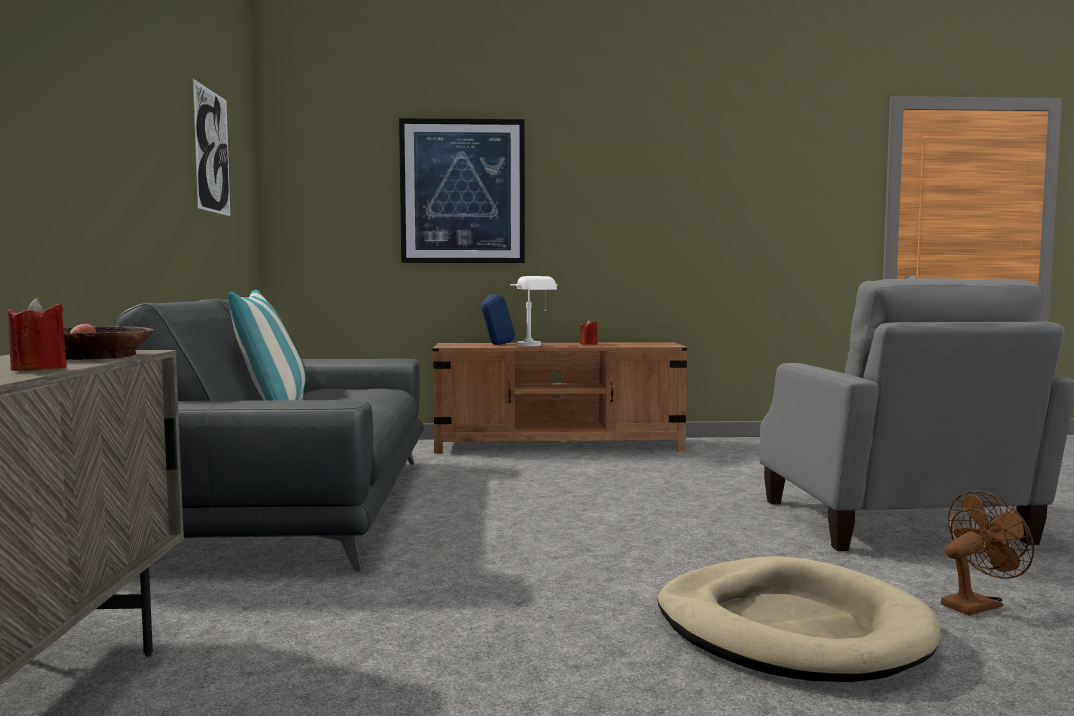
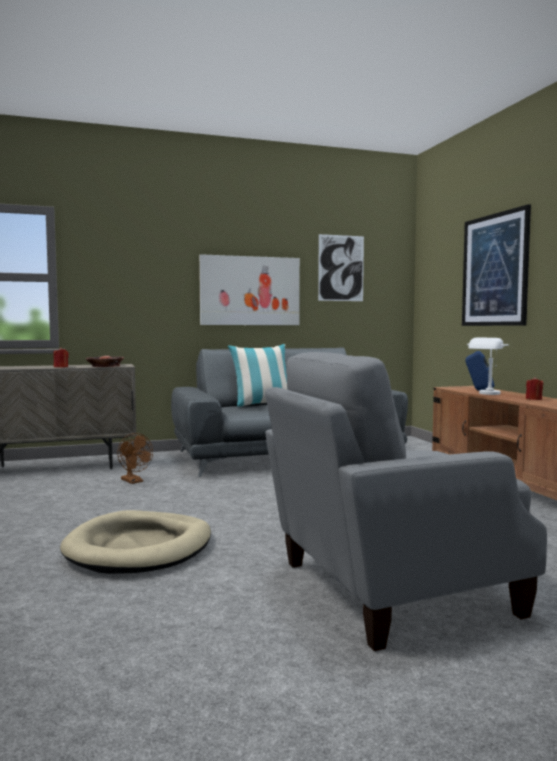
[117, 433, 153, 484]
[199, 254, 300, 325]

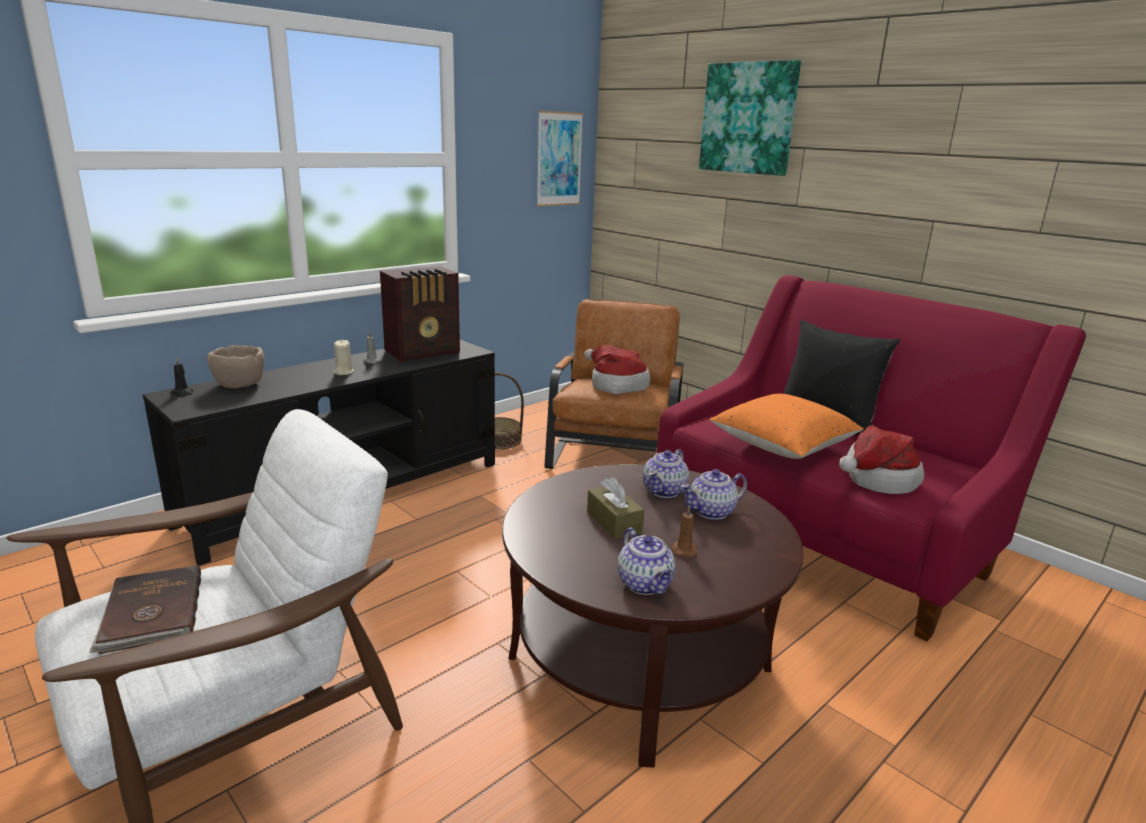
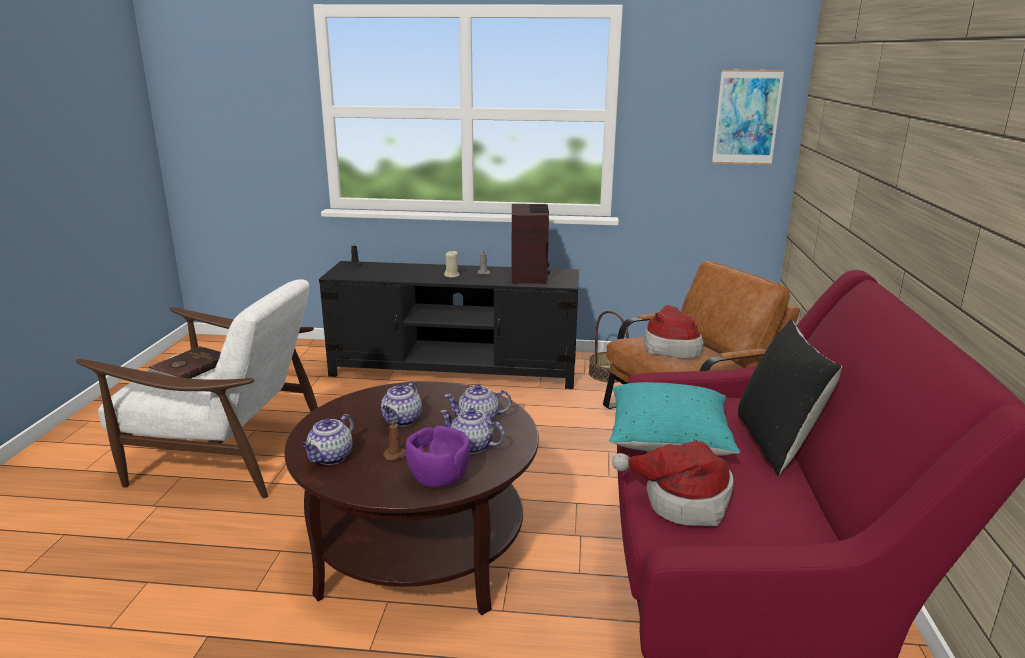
[207, 345, 264, 388] (first image)
[511, 204, 550, 285]
[381, 381, 422, 426]
[699, 60, 801, 176] (first image)
[609, 382, 740, 456]
[405, 426, 470, 487]

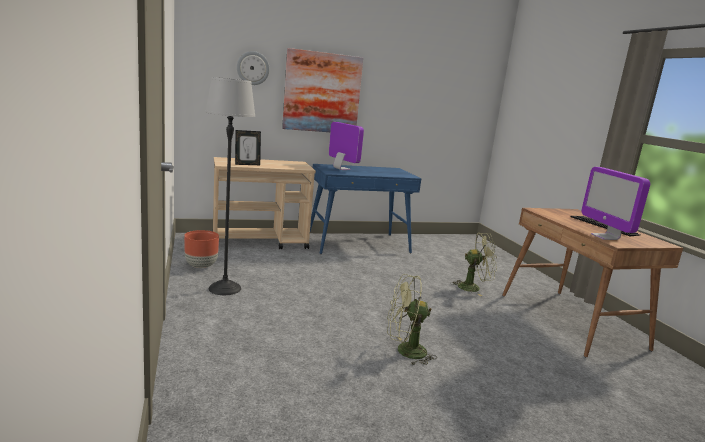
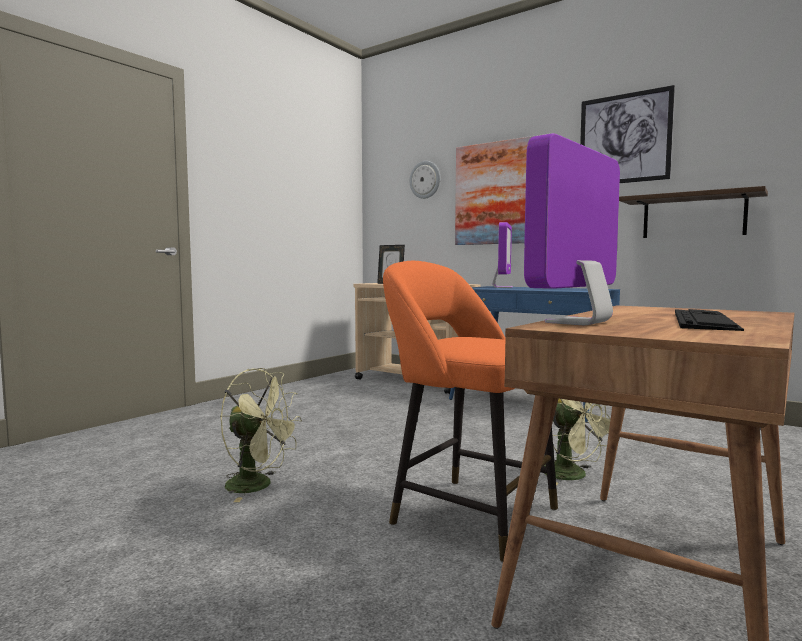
[184, 230, 219, 268] (first image)
[205, 77, 255, 295] (first image)
[220, 368, 302, 502]
[383, 261, 558, 562]
[580, 85, 675, 183]
[619, 186, 768, 238]

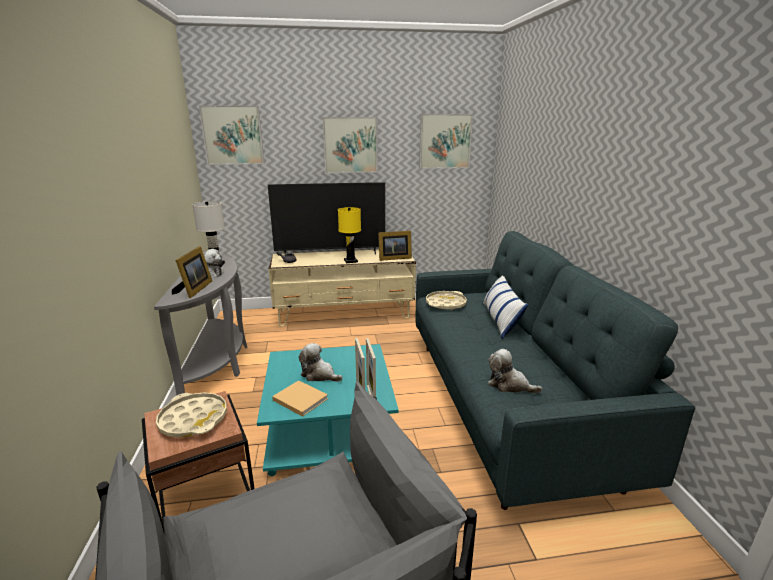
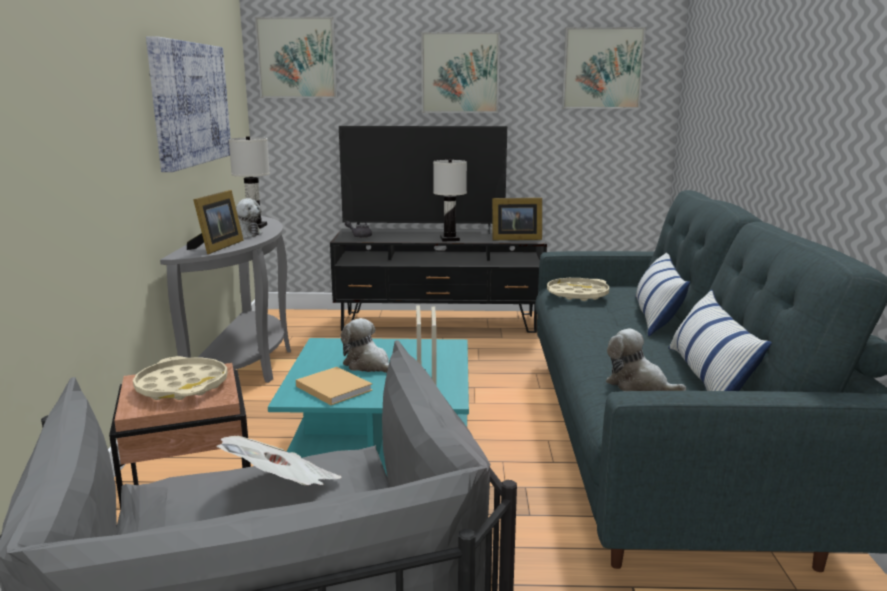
[330, 228, 547, 333]
[433, 159, 467, 241]
[146, 36, 231, 172]
[216, 436, 342, 486]
[668, 290, 772, 391]

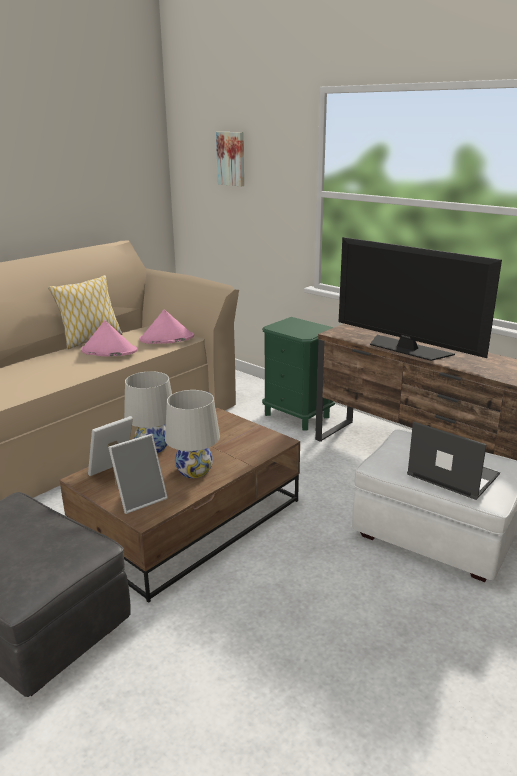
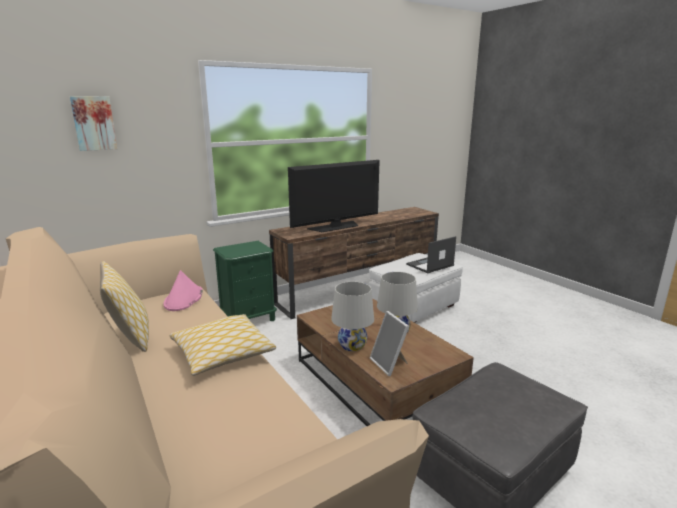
[81, 320, 137, 357] (first image)
[108, 434, 168, 514] (first image)
[170, 314, 276, 376]

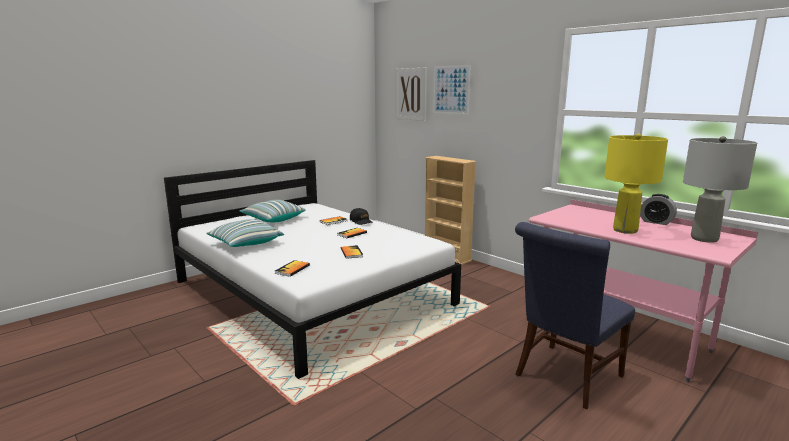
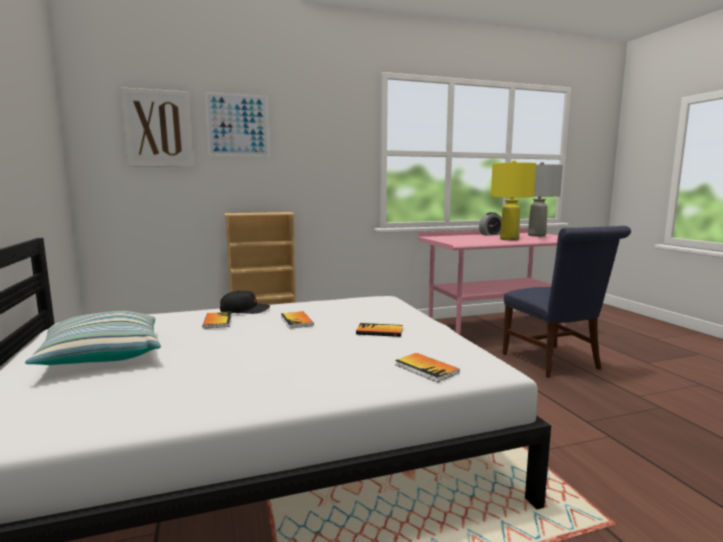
[206, 219, 284, 247] (first image)

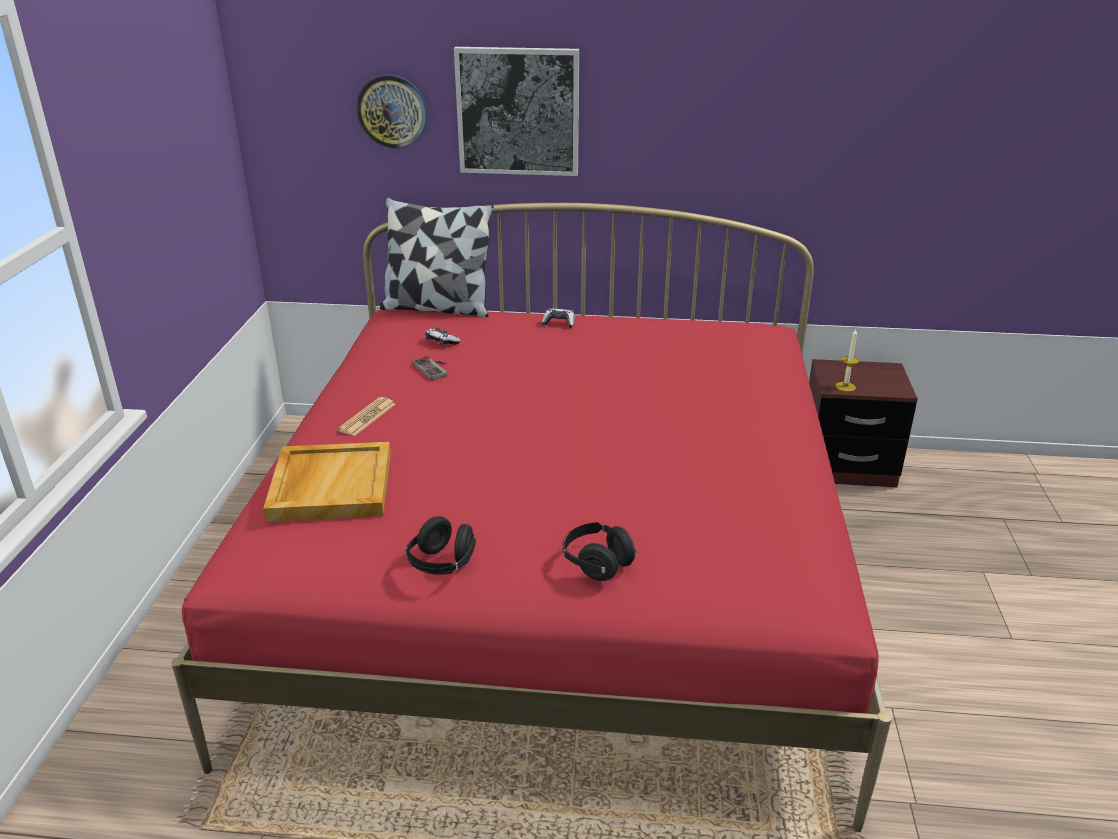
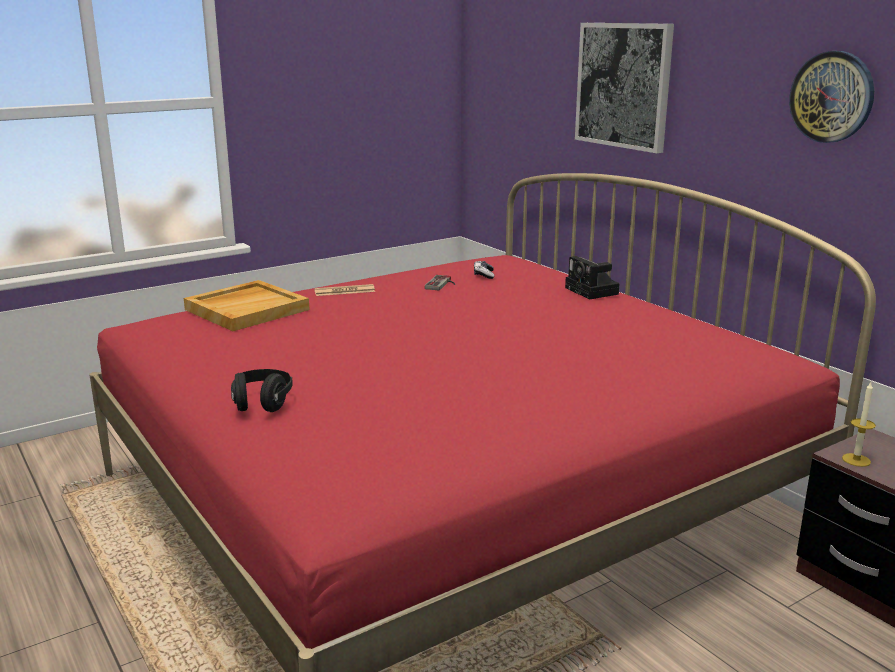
[789, 51, 874, 143]
[380, 197, 494, 317] (first image)
[405, 516, 476, 575] (first image)
[565, 256, 619, 299]

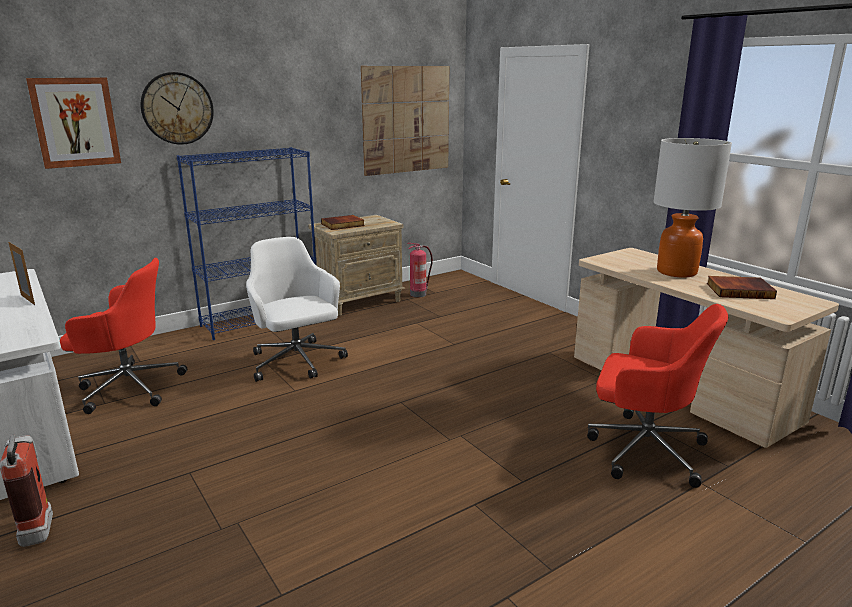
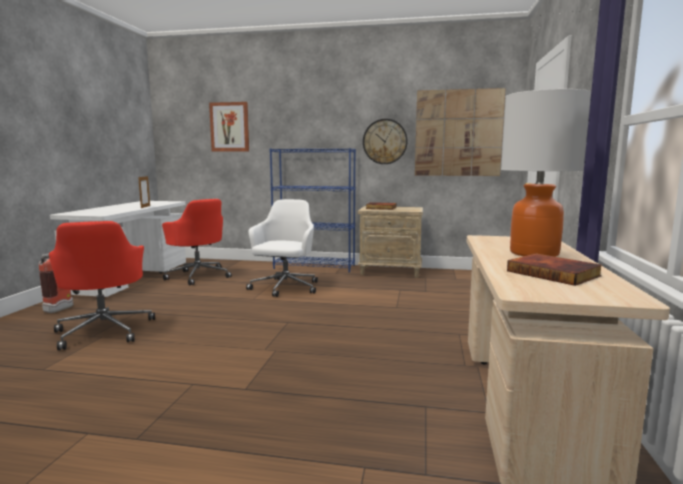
[363, 119, 407, 164]
[408, 243, 433, 297] (first image)
[49, 221, 155, 350]

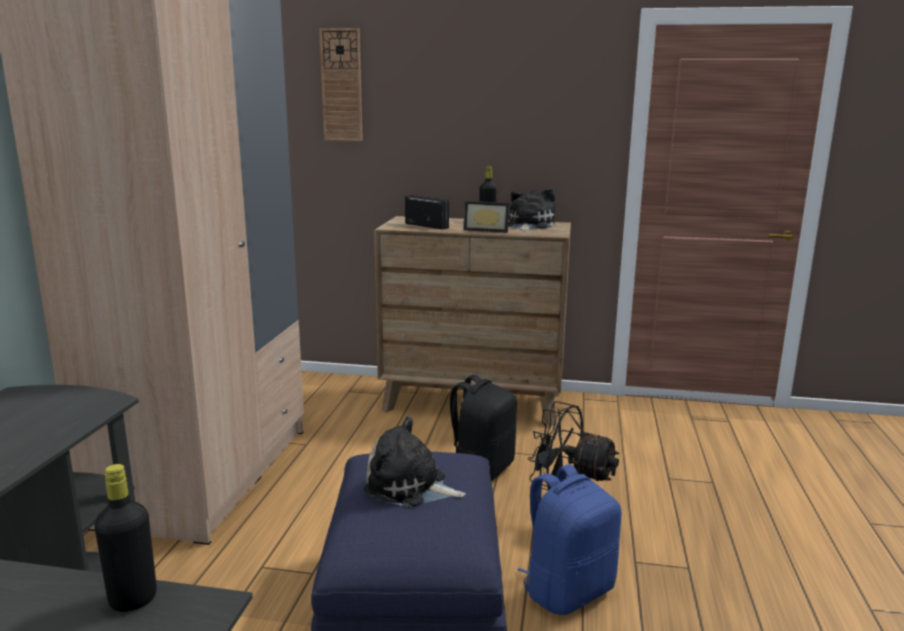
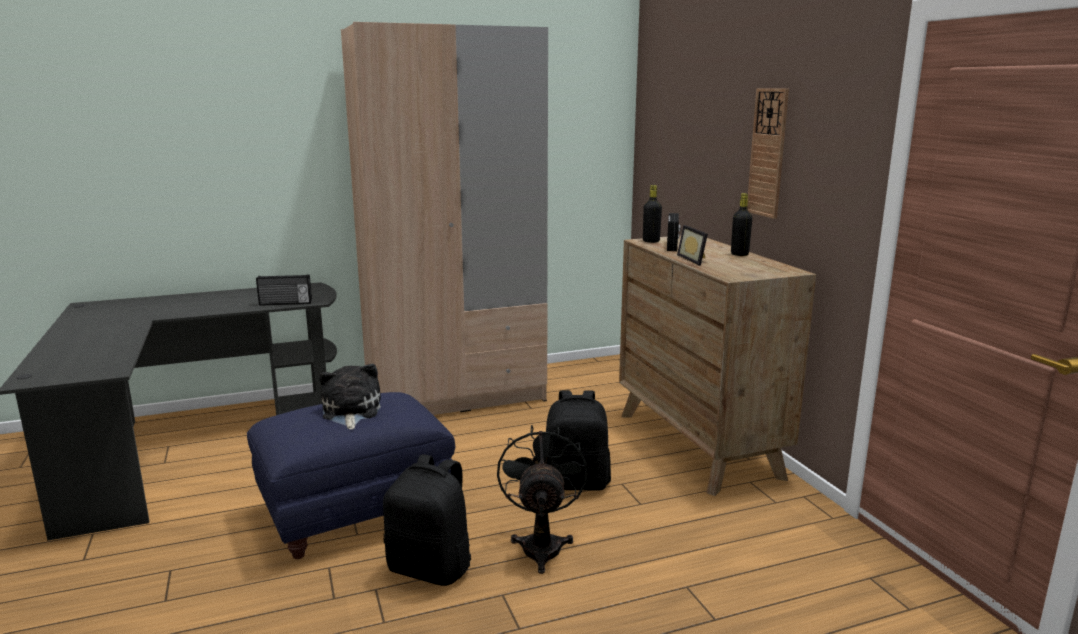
[643, 185, 662, 243]
[747, 88, 789, 219]
[508, 188, 555, 231] (first image)
[383, 454, 471, 586]
[256, 274, 312, 306]

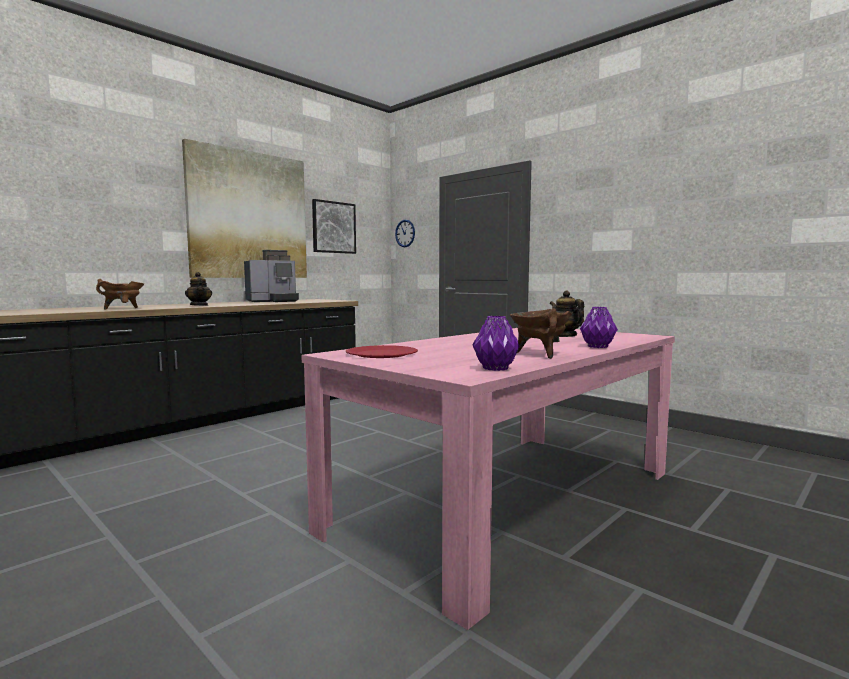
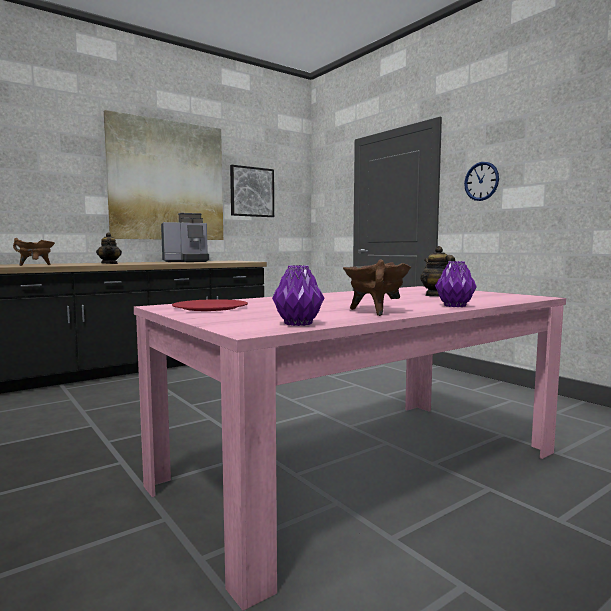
[464, 162, 499, 201]

